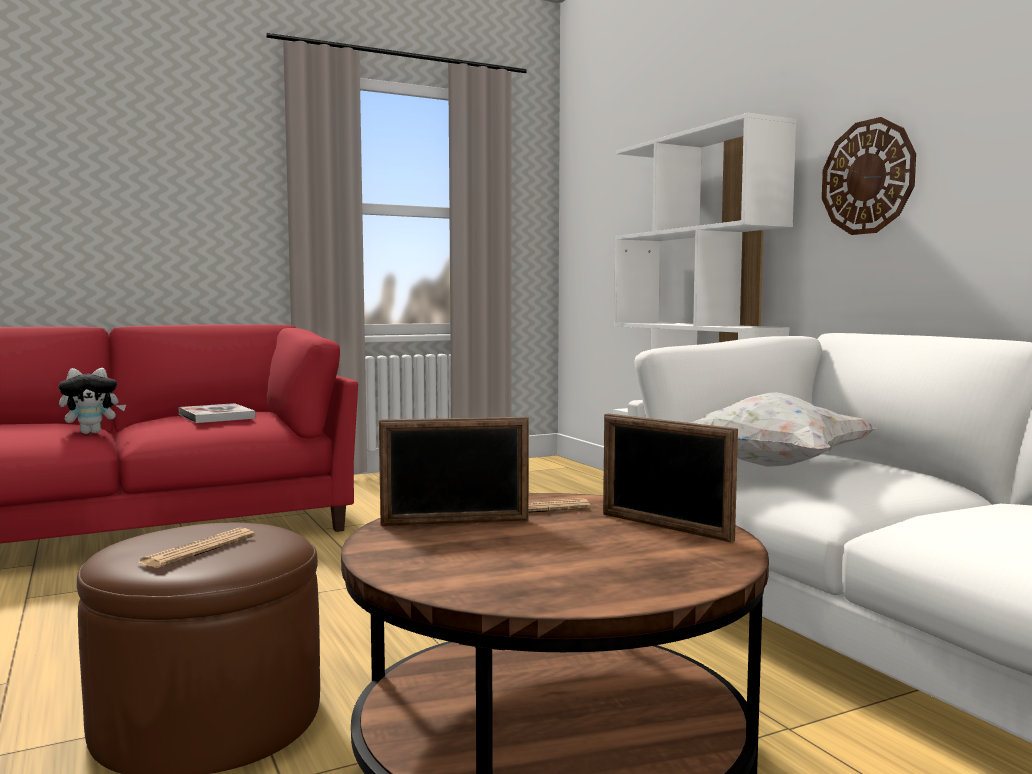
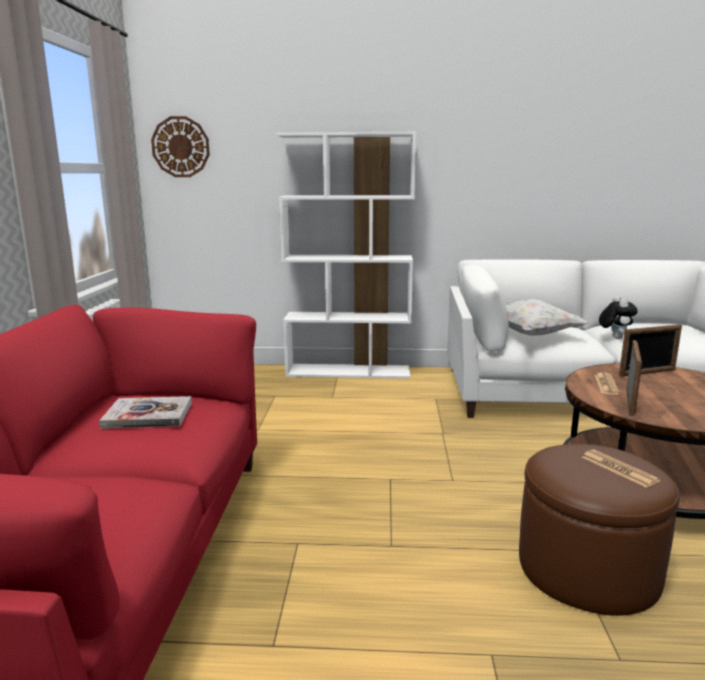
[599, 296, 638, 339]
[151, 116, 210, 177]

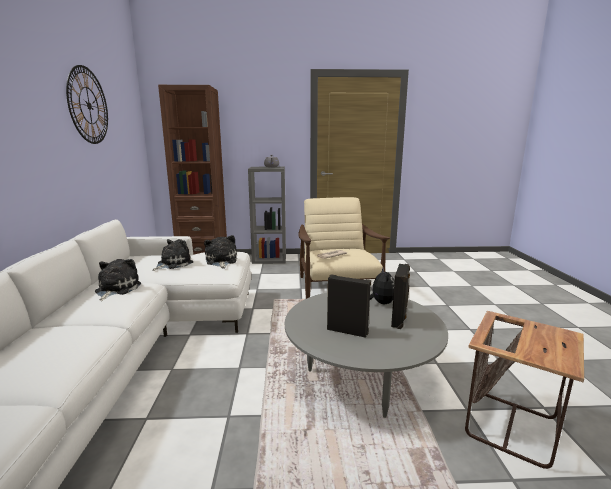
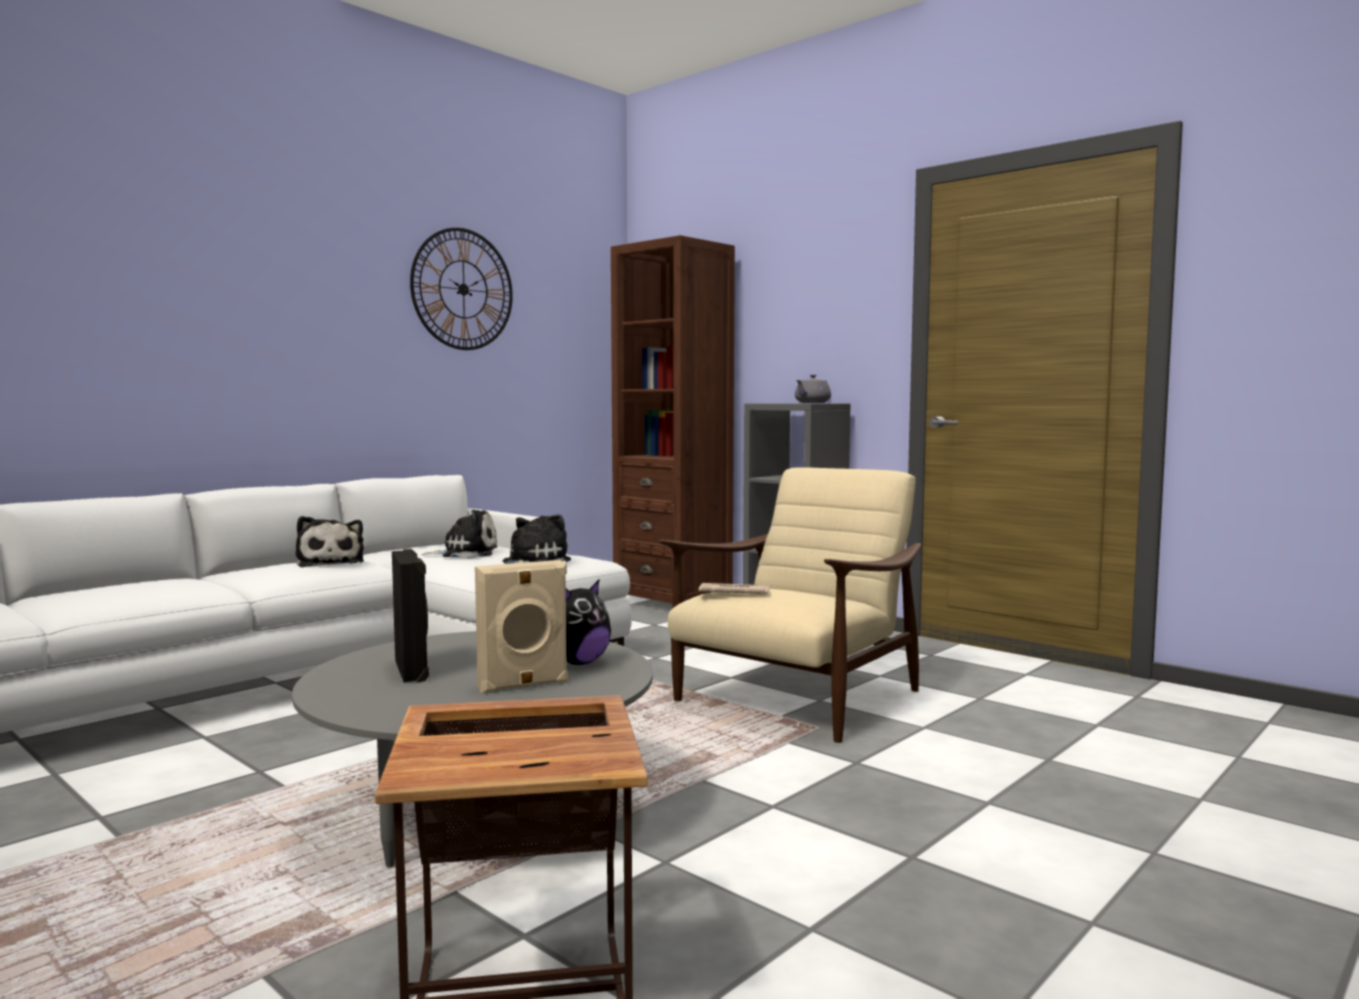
[296, 516, 364, 567]
[475, 560, 568, 693]

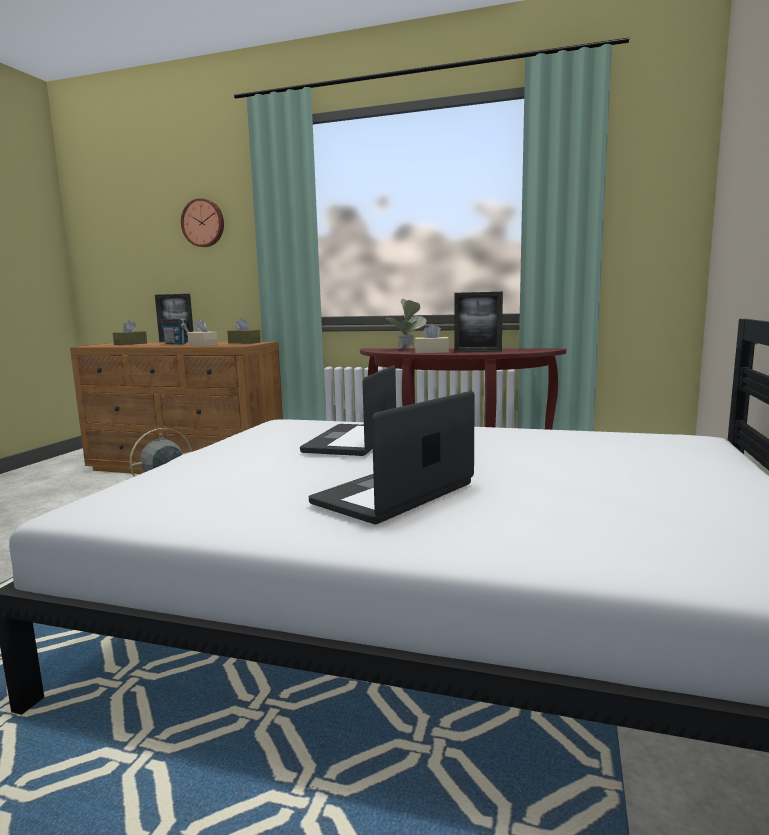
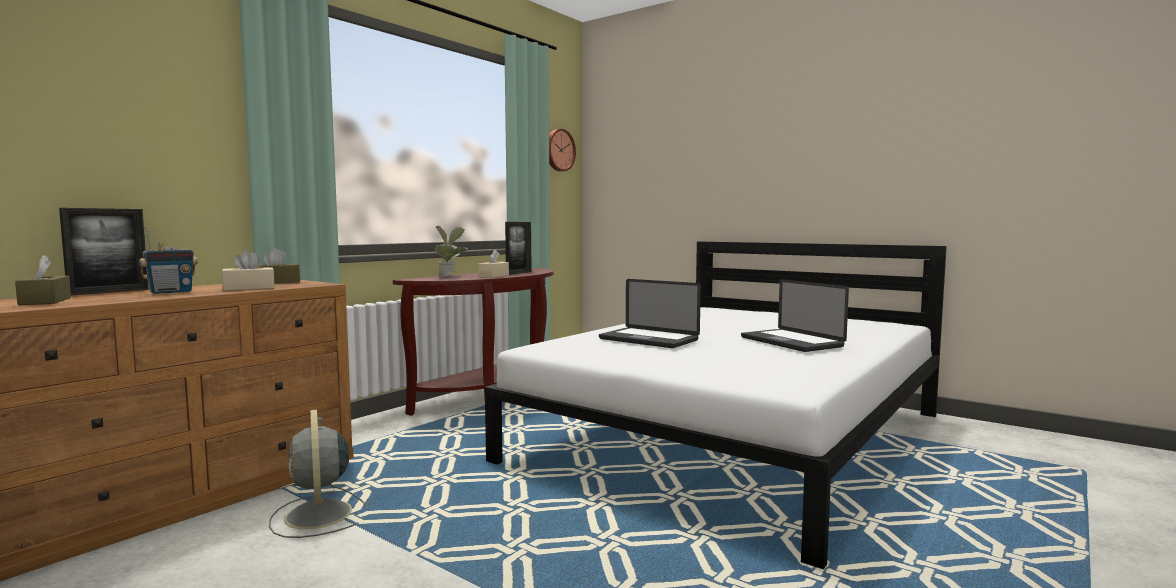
[549, 129, 576, 172]

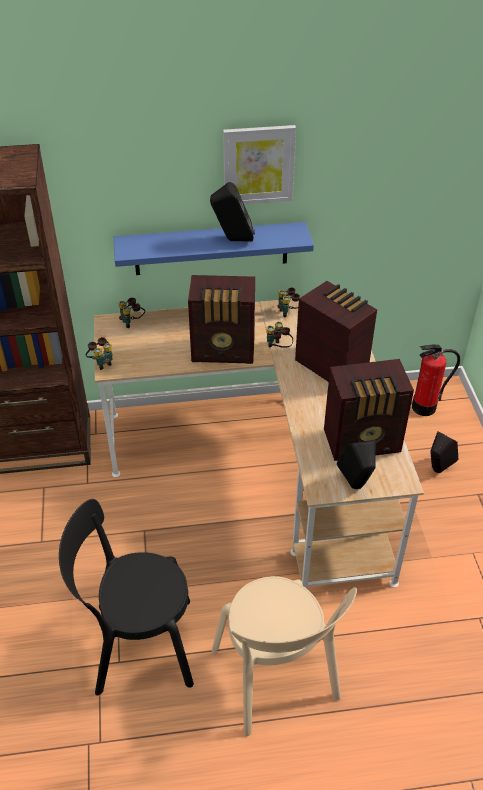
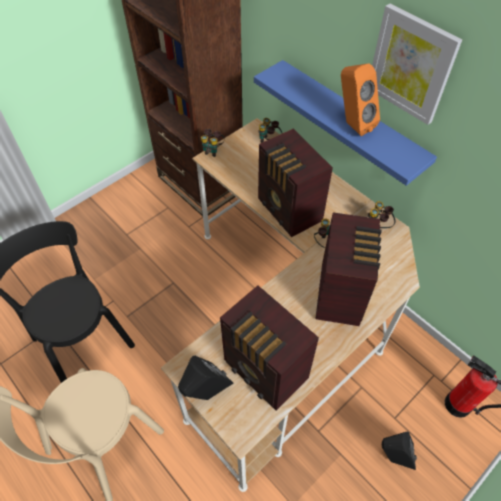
[341, 63, 380, 136]

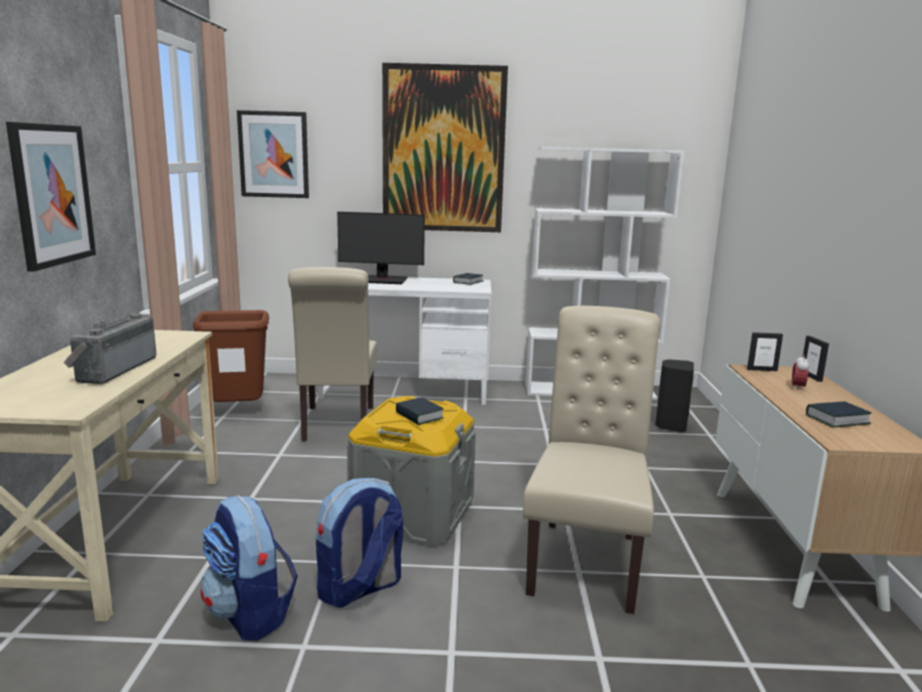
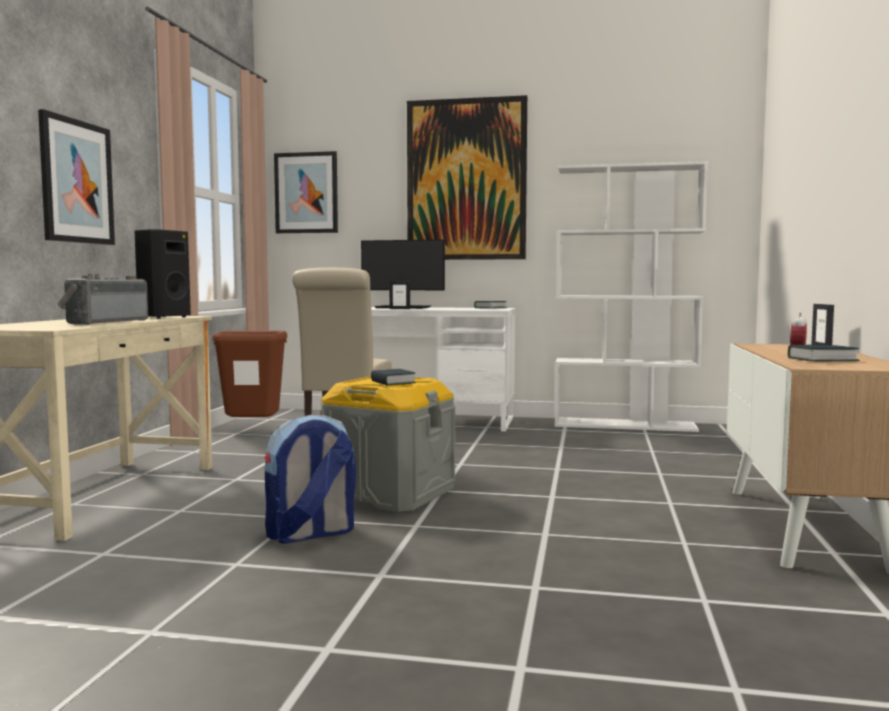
[200, 495, 298, 641] (first image)
[523, 306, 660, 614] (first image)
[134, 229, 191, 319]
[389, 281, 410, 309]

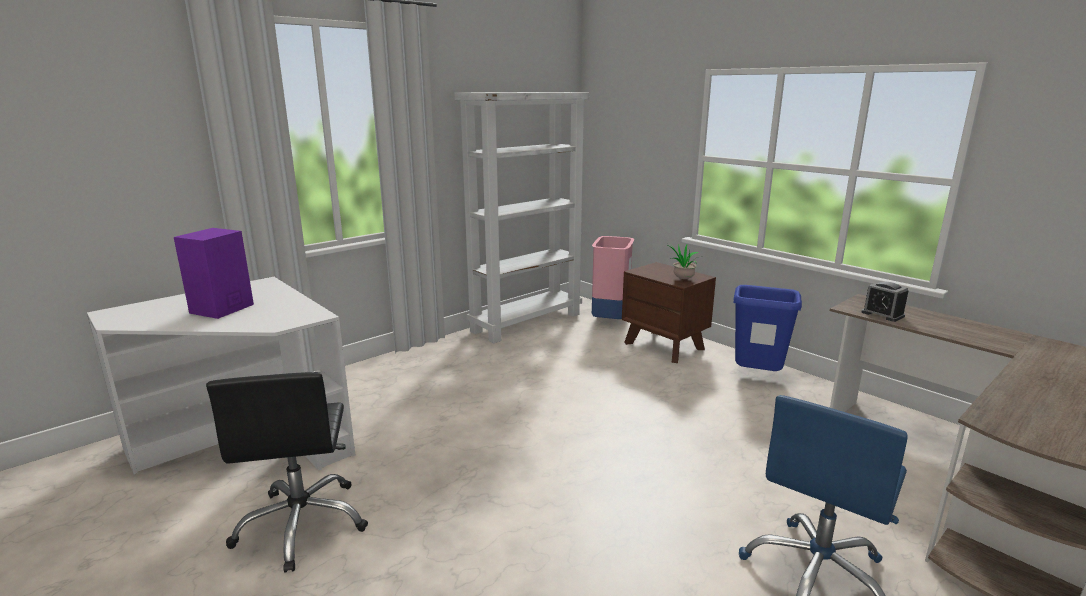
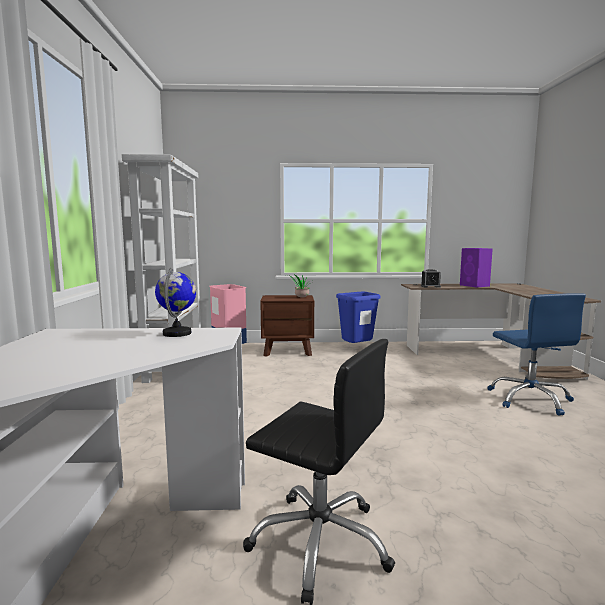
[460, 248, 493, 287]
[155, 268, 196, 337]

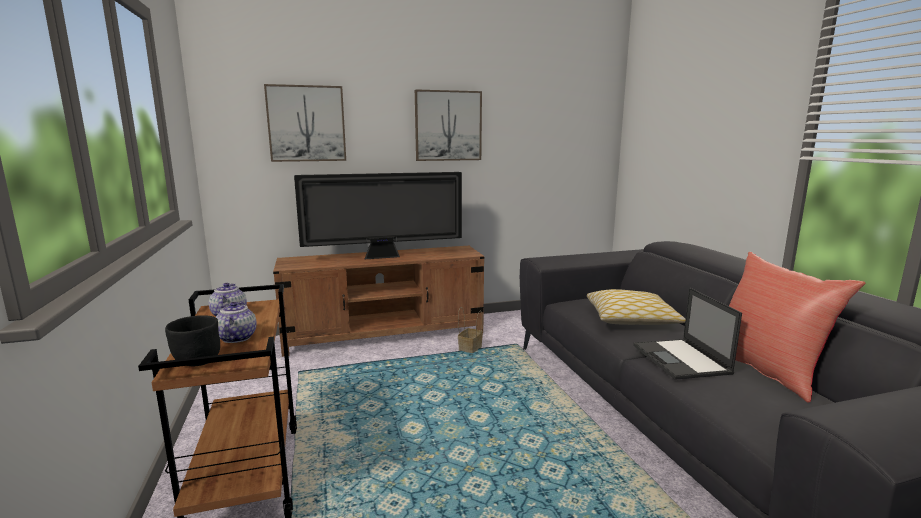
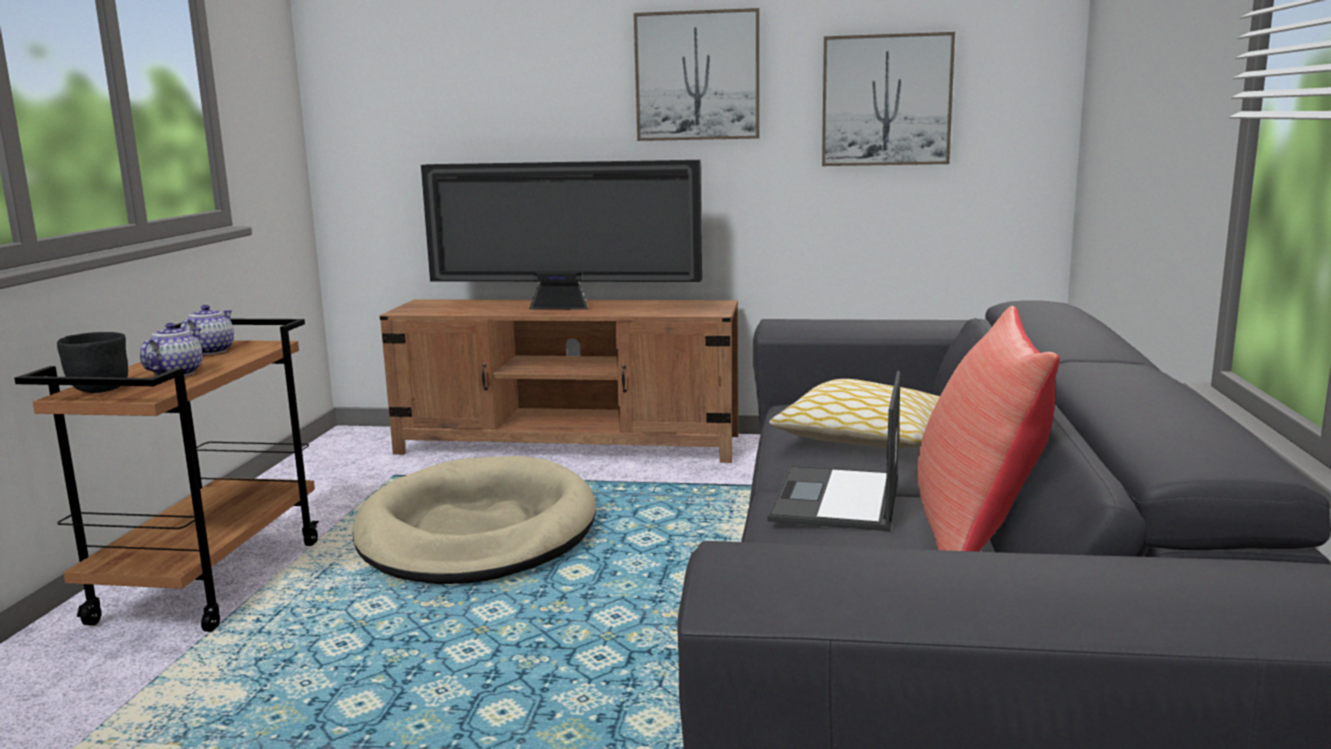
[822, 32, 955, 166]
[458, 307, 483, 353] (first image)
[353, 456, 596, 584]

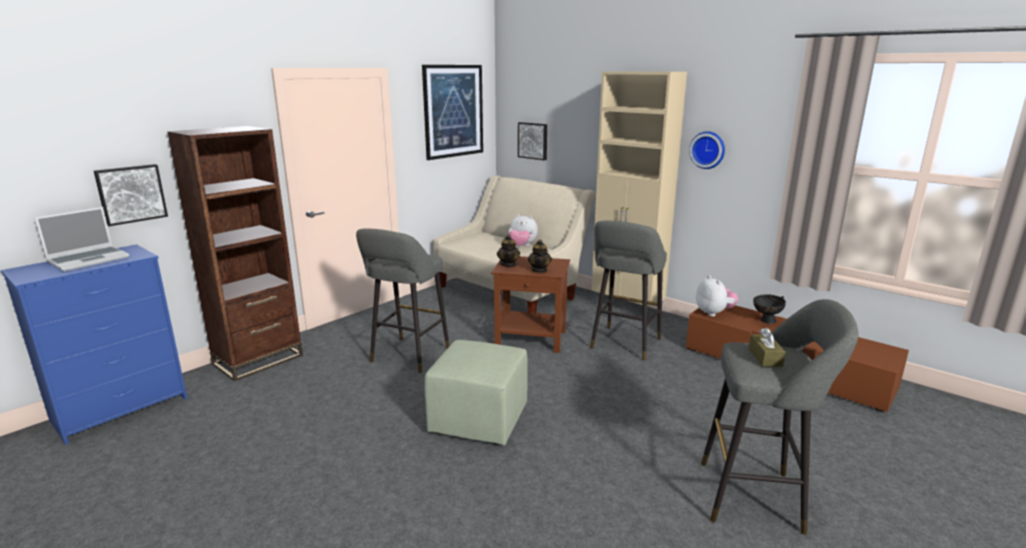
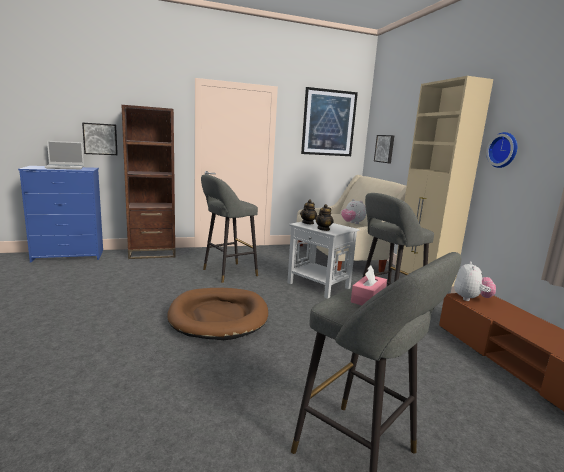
[168, 288, 268, 340]
[287, 220, 359, 299]
[351, 265, 387, 305]
[753, 294, 786, 324] (first image)

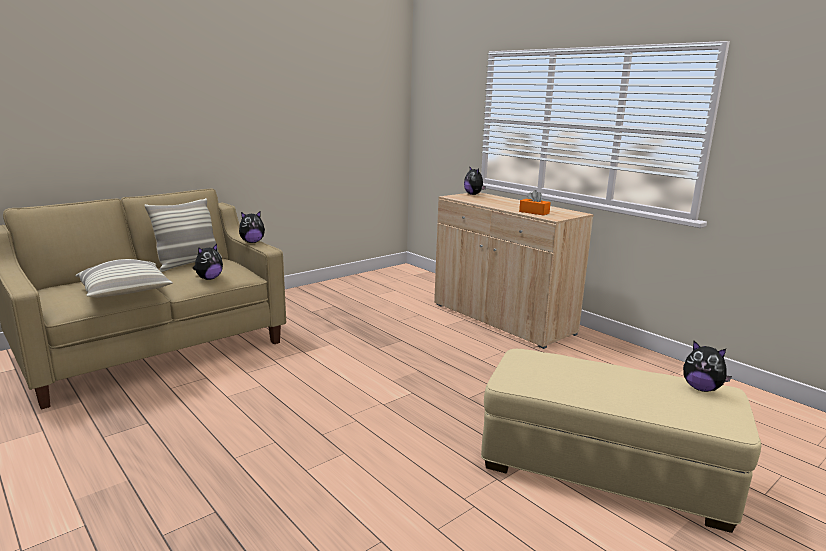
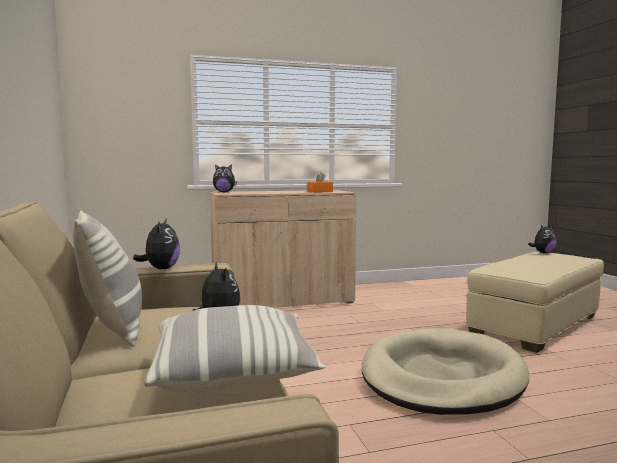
[362, 328, 529, 415]

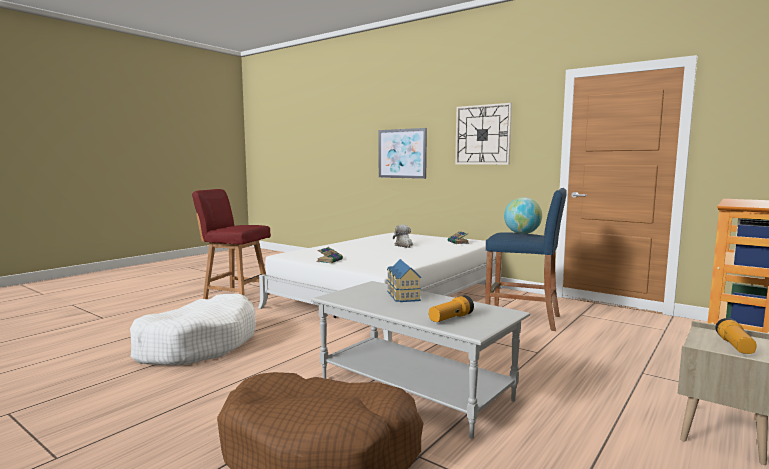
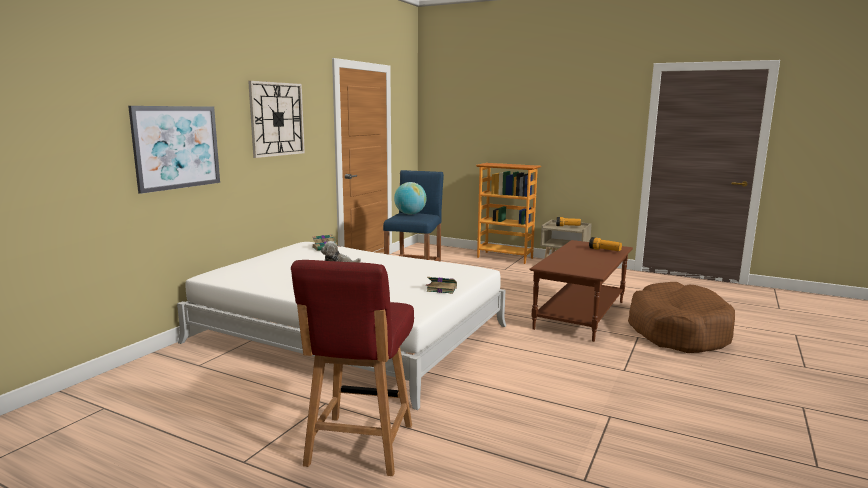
[130, 294, 256, 366] (first image)
[530, 240, 633, 342]
[387, 259, 421, 302] (first image)

